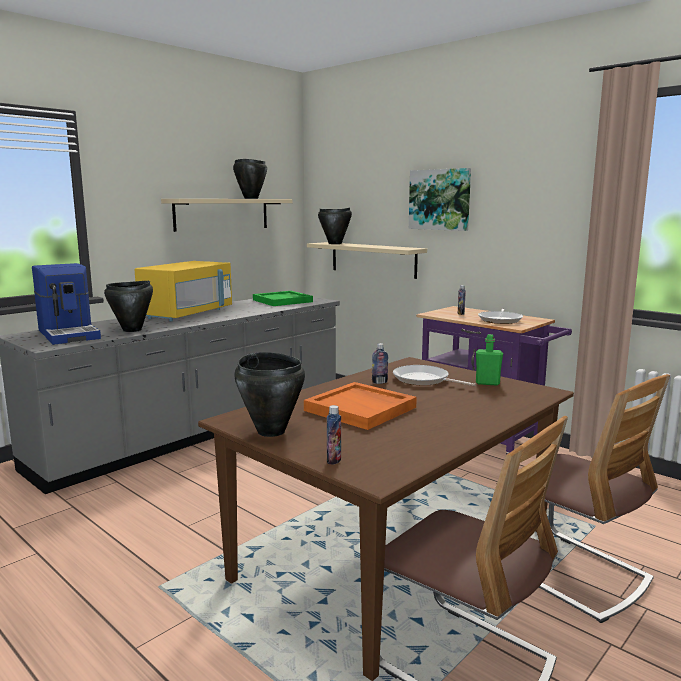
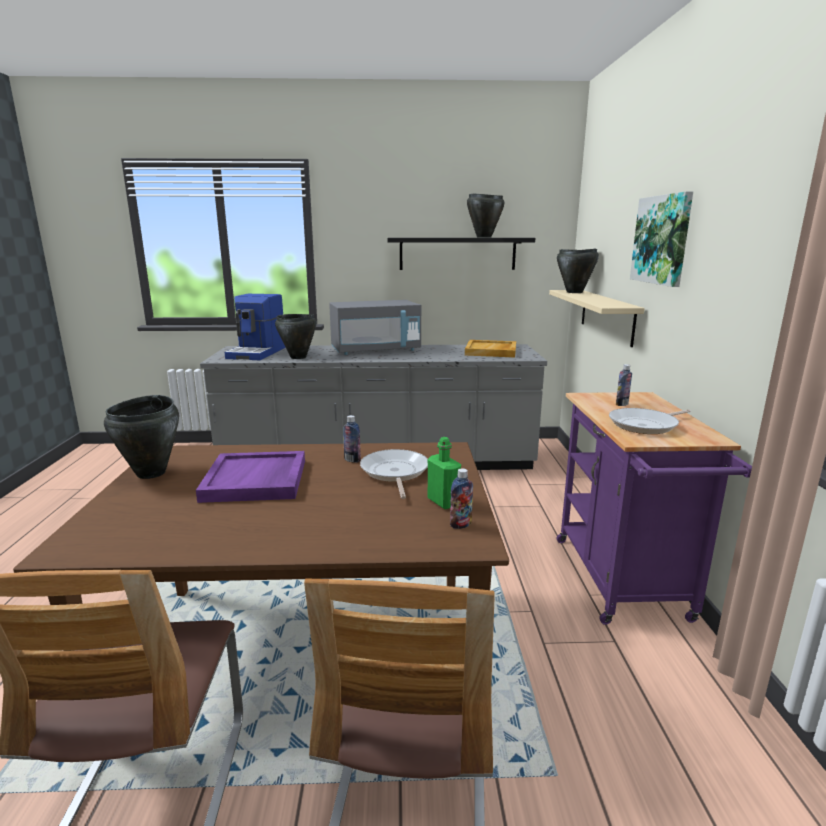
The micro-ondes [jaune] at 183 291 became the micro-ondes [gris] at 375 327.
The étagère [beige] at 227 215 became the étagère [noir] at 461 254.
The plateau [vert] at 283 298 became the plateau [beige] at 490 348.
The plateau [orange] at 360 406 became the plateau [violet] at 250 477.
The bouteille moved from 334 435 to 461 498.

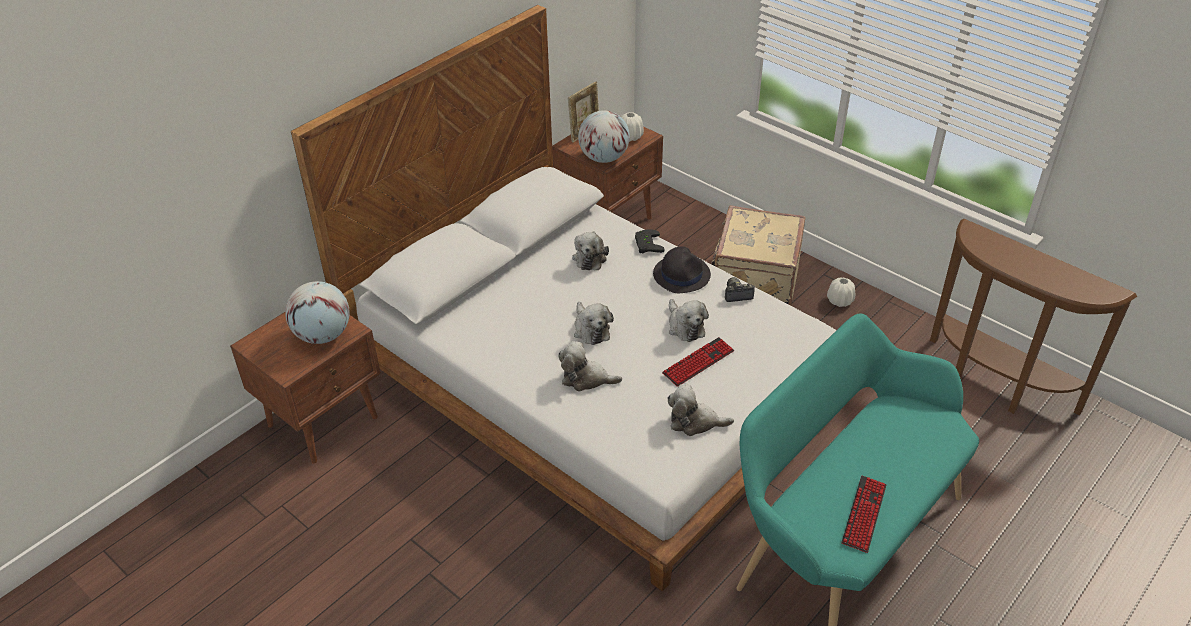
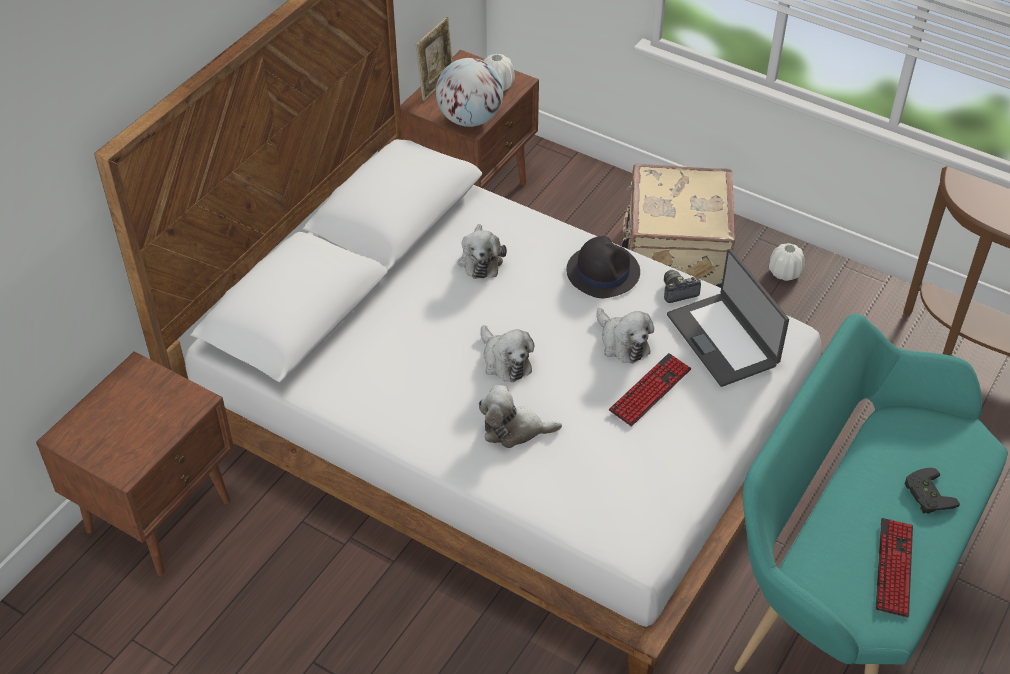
The globe at 317 312 disappeared.
The manette [noir] moved from 650 241 to 932 491.
The peluche at 700 410 disappeared.
The ordinateur portable at 728 318 appeared.

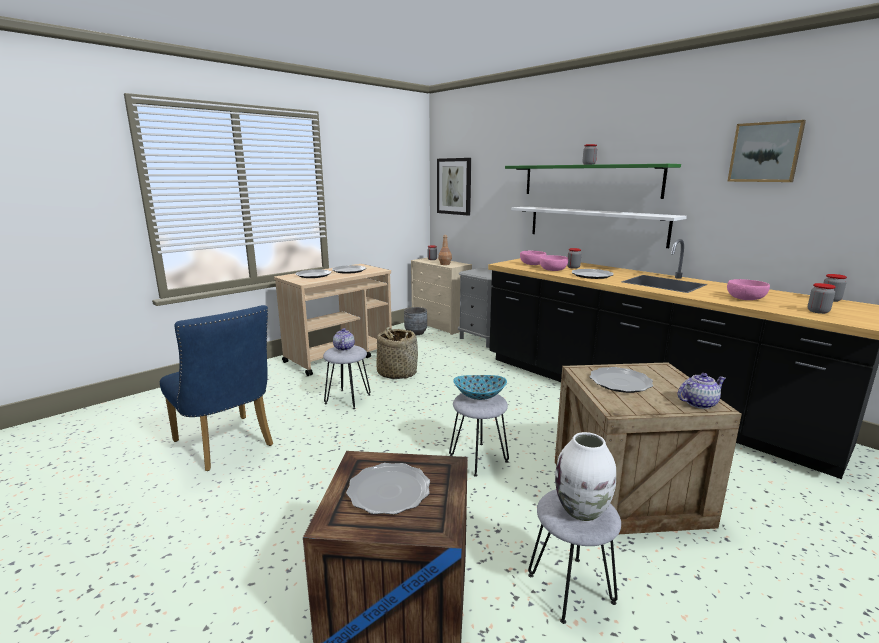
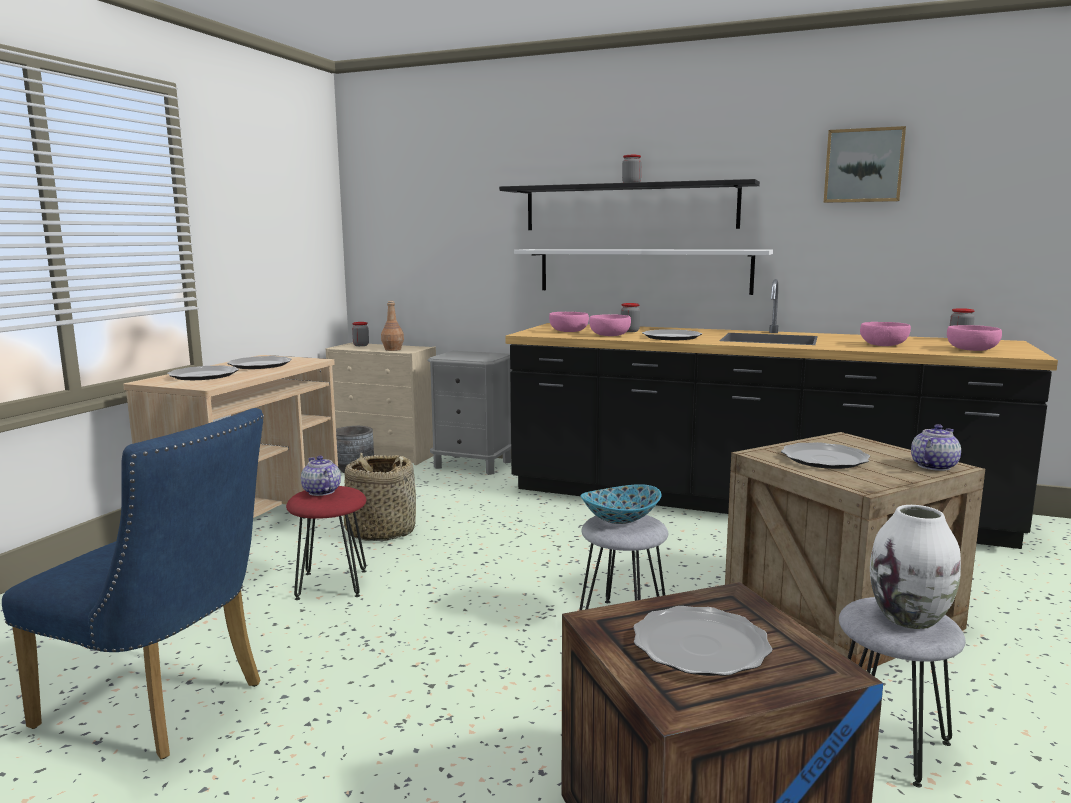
The tabouret [gris] at 347 377 became the tabouret [rouge] at 326 543.
The tableau at 454 187 disappeared.
The étagère [vert] at 593 181 became the étagère [noir] at 629 204.
The bocal at 822 298 was replaced by the bol [rose] at 974 338.

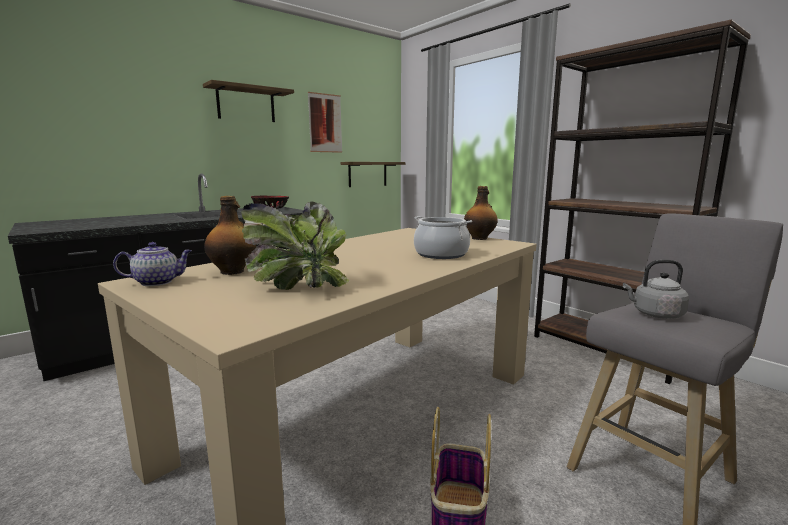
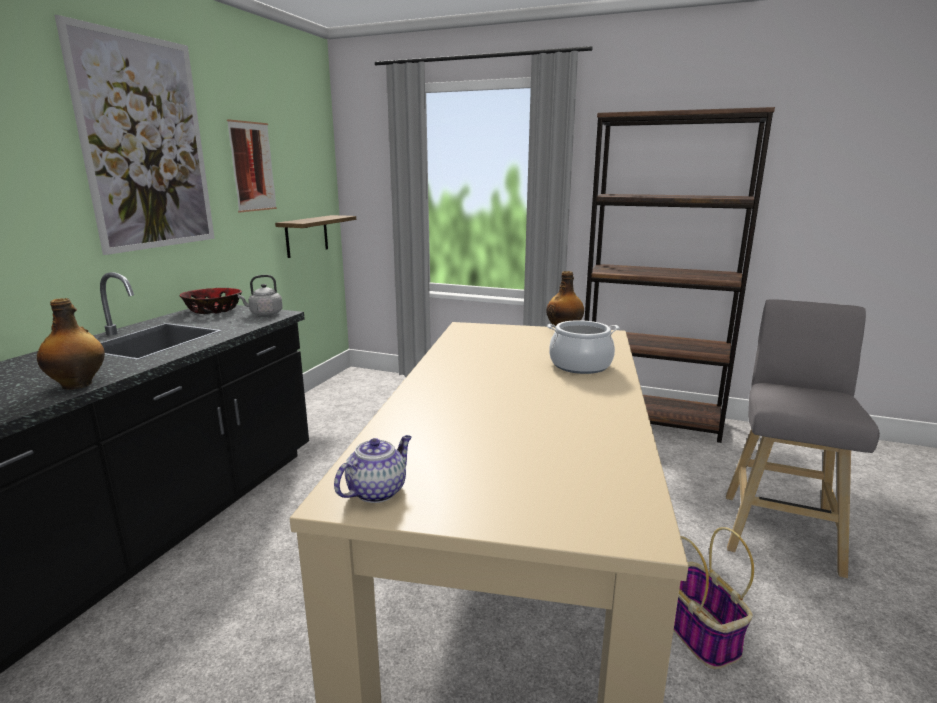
The étagère at 248 101 was replaced by the tableau at 135 135.
The bouteille moved from 230 235 to 71 344.
The plante en pot at 295 245 disappeared.
The bouilloire [gris] moved from 656 289 to 260 295.

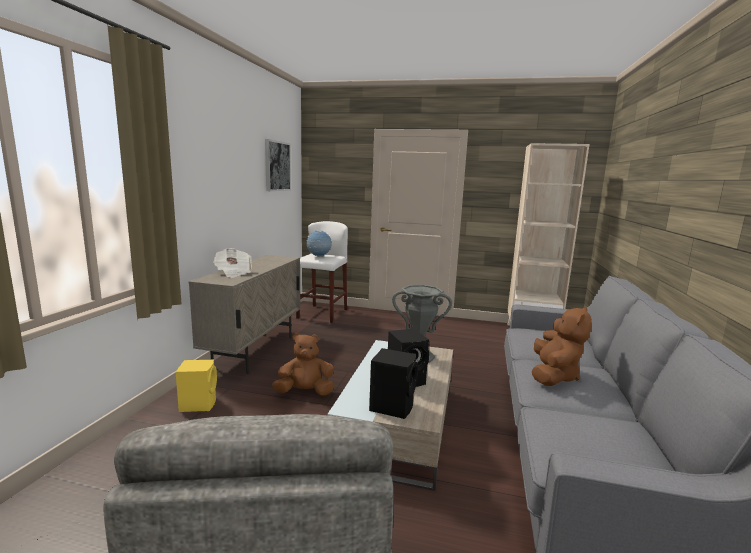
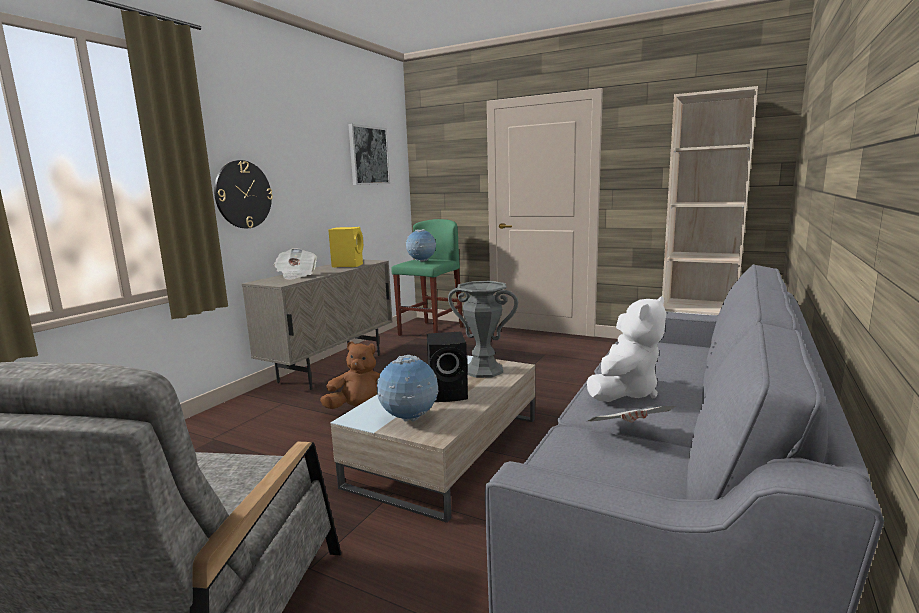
The enceinte [jaune] moved from 196 385 to 345 247.
The tabouret [blanc] at 322 272 became the tabouret [vert] at 427 277.
The enceinte [noir] at 393 383 was replaced by the globe at 408 388.
The peluche [marron] at 562 346 became the peluche [blanc] at 626 349.
The horloge murale at 243 194 appeared.
The journal at 631 414 appeared.

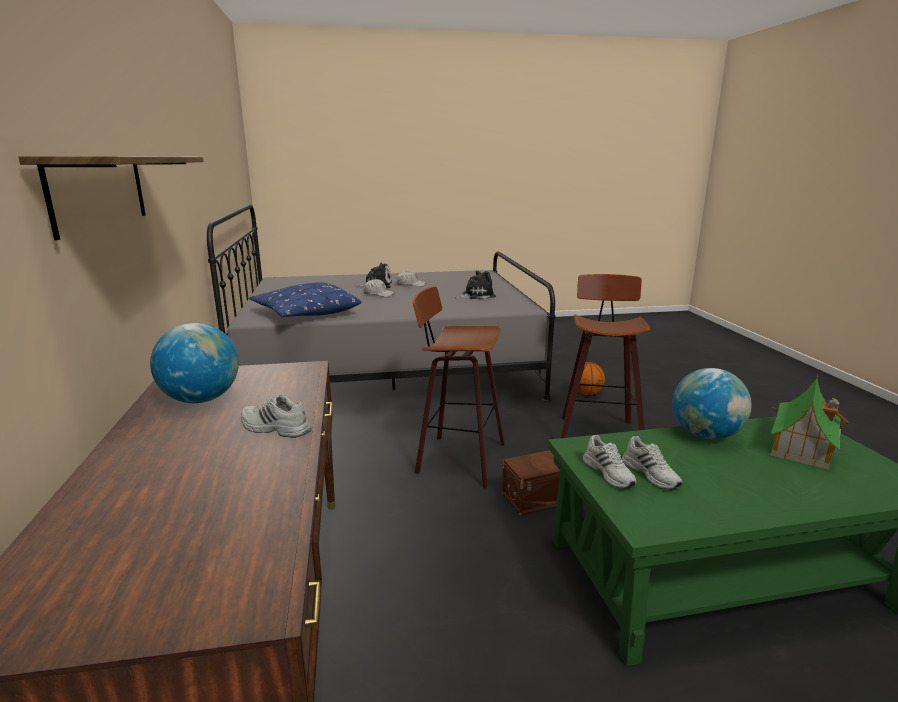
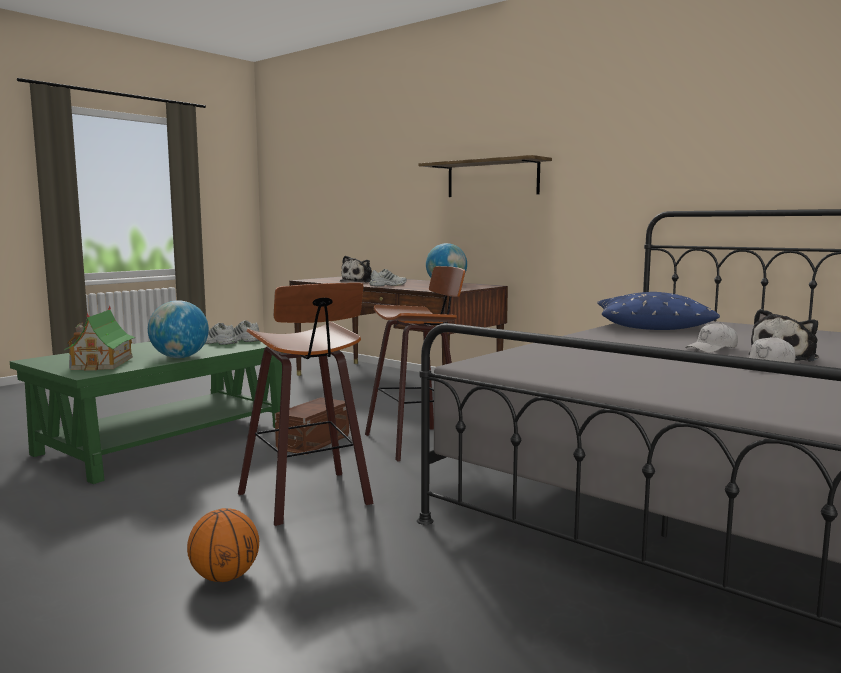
The peluche moved from 475 284 to 356 269.
The ballon de basket moved from 588 378 to 223 545.

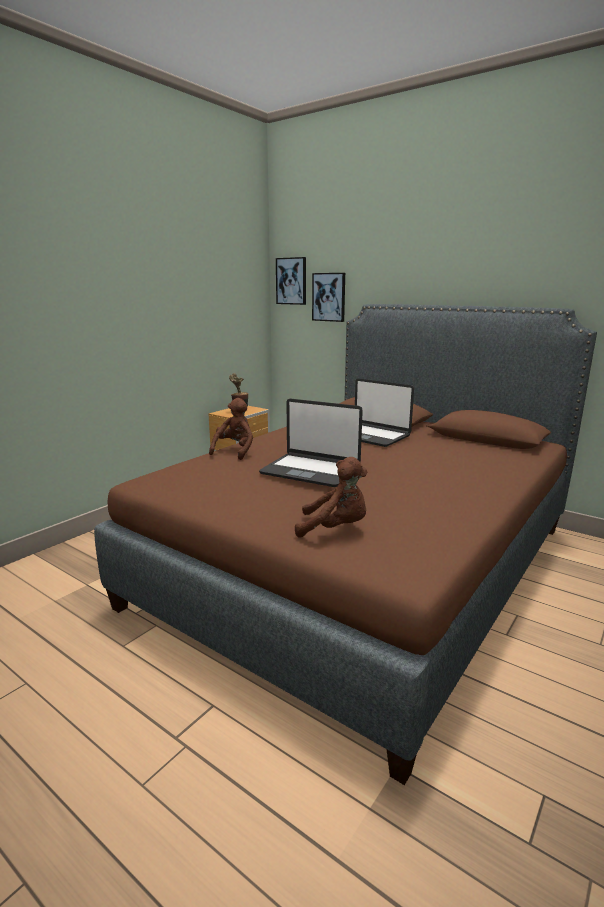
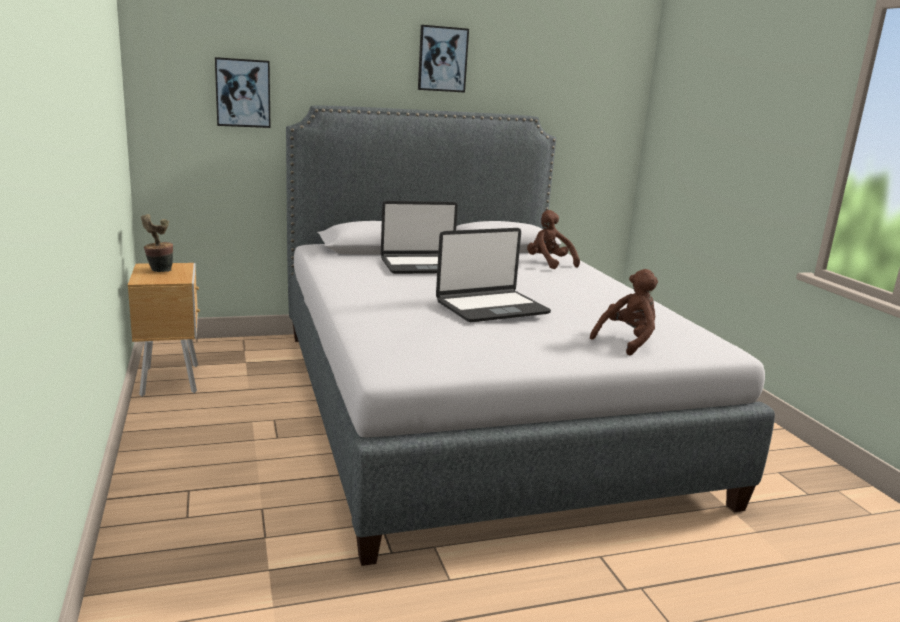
The lit [marron] at 345 544 became the lit [gris] at 530 335.
The peluche [marron] moved from 231 429 to 553 239.
The tableau moved from 291 281 to 443 58.

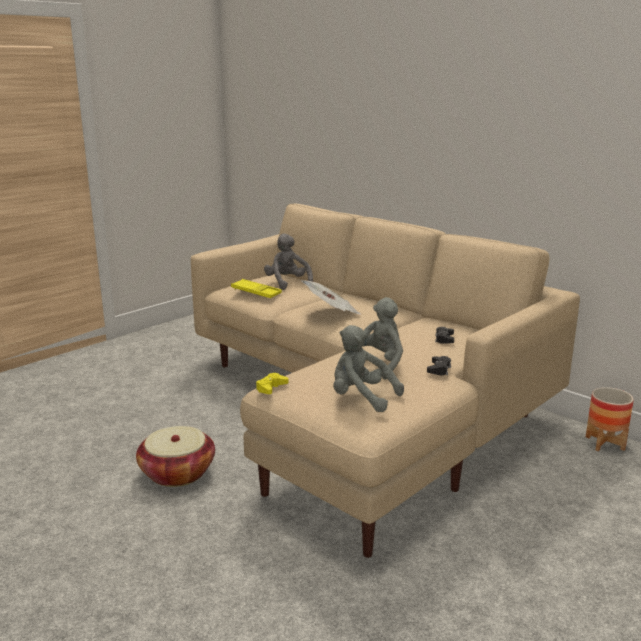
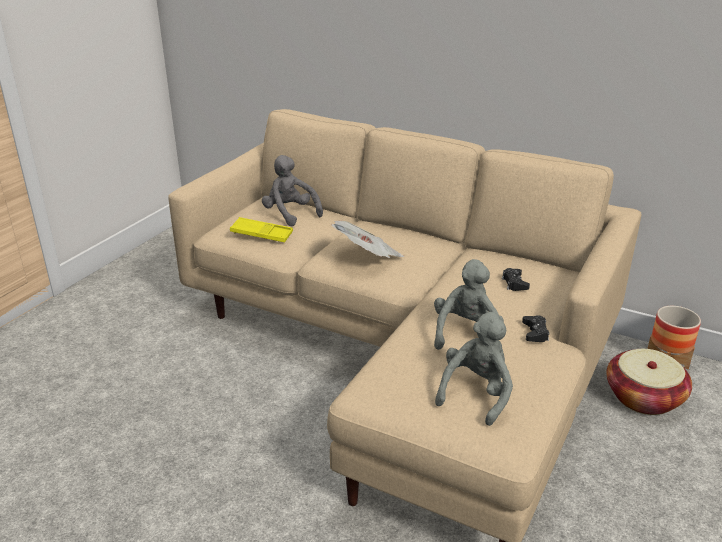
The panier moved from 175 456 to 649 382.
The manette [jaune] at 272 383 disappeared.
The peluche [gris] at 368 368 turned 105 degrees clockwise.

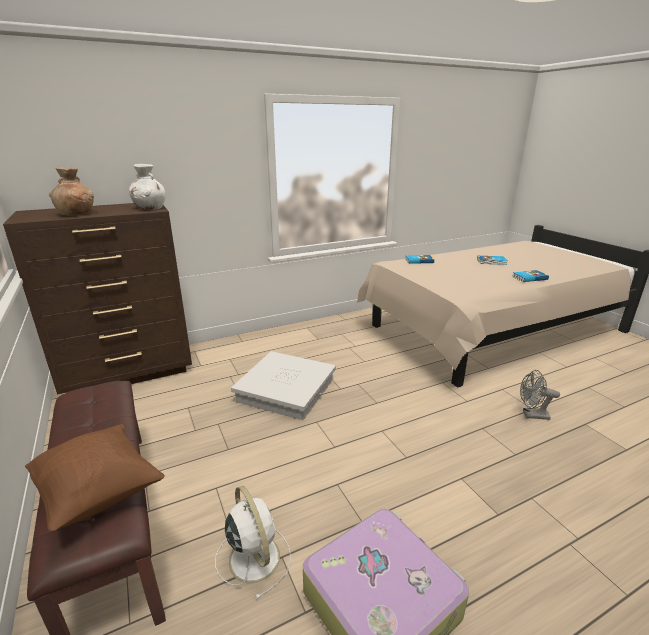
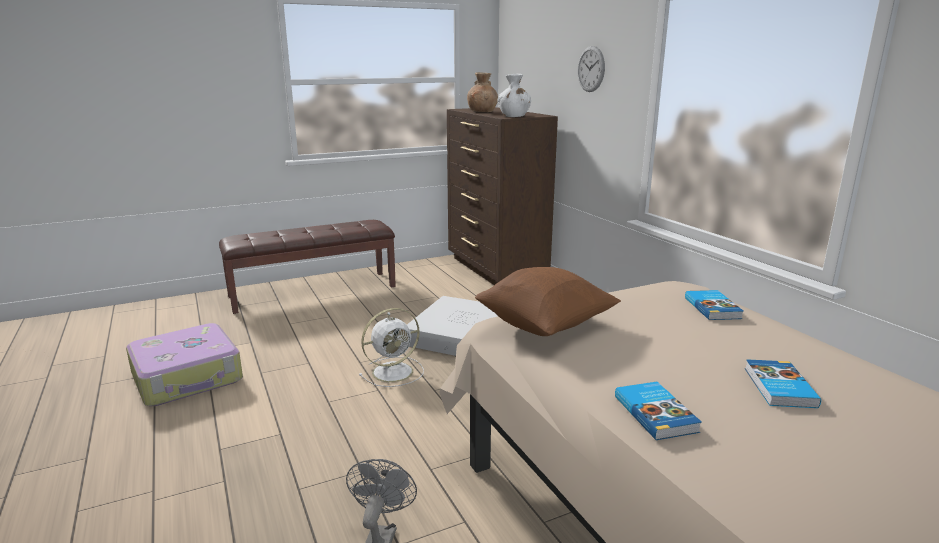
The coussin [marron] moved from 95 478 to 548 301.
The ventilateur [blanc] moved from 253 543 to 391 347.
The horloge murale at 591 69 appeared.

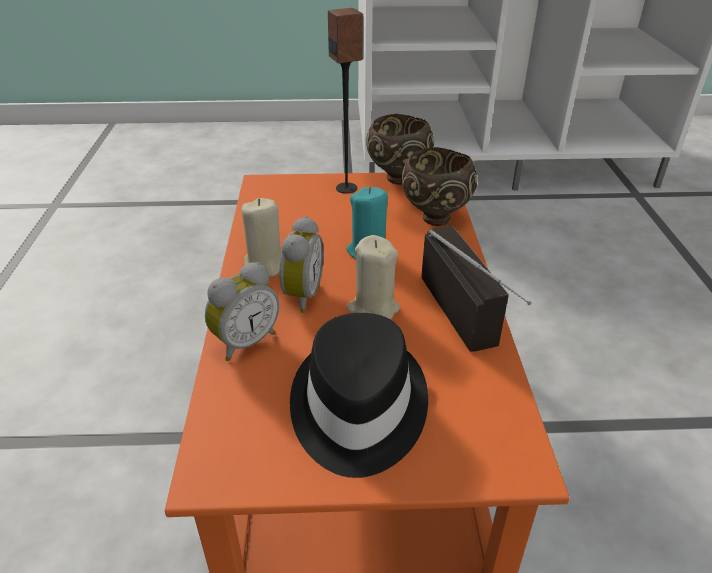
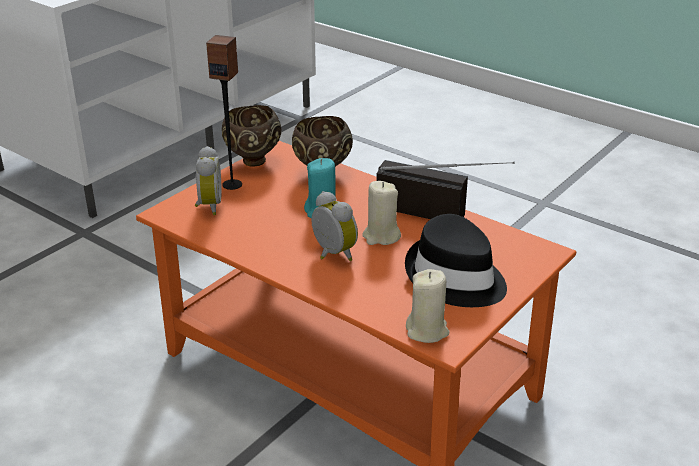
The réveil moved from 242 311 to 208 180.
The bougie [beige] moved from 261 237 to 428 306.

